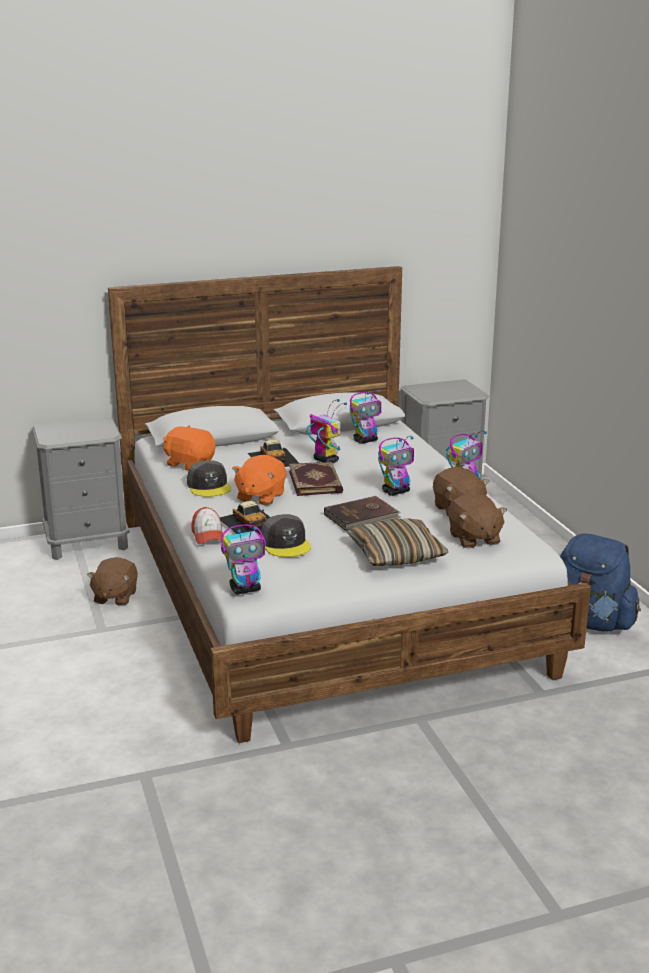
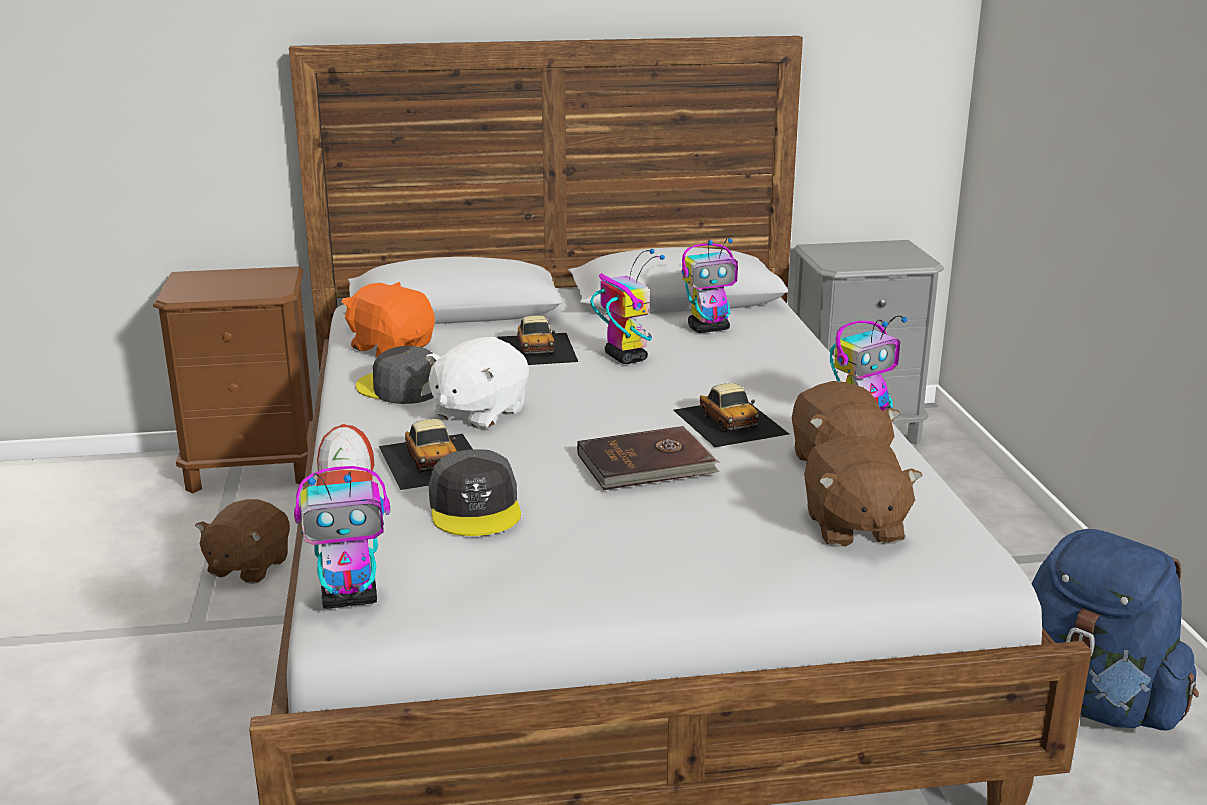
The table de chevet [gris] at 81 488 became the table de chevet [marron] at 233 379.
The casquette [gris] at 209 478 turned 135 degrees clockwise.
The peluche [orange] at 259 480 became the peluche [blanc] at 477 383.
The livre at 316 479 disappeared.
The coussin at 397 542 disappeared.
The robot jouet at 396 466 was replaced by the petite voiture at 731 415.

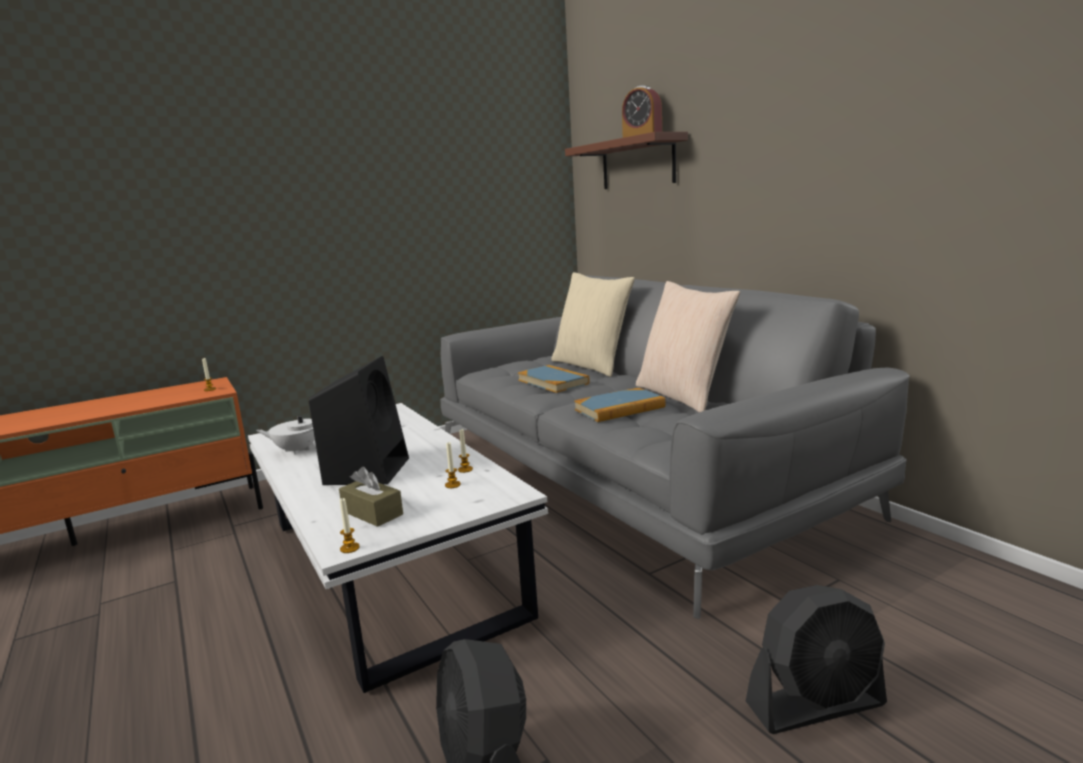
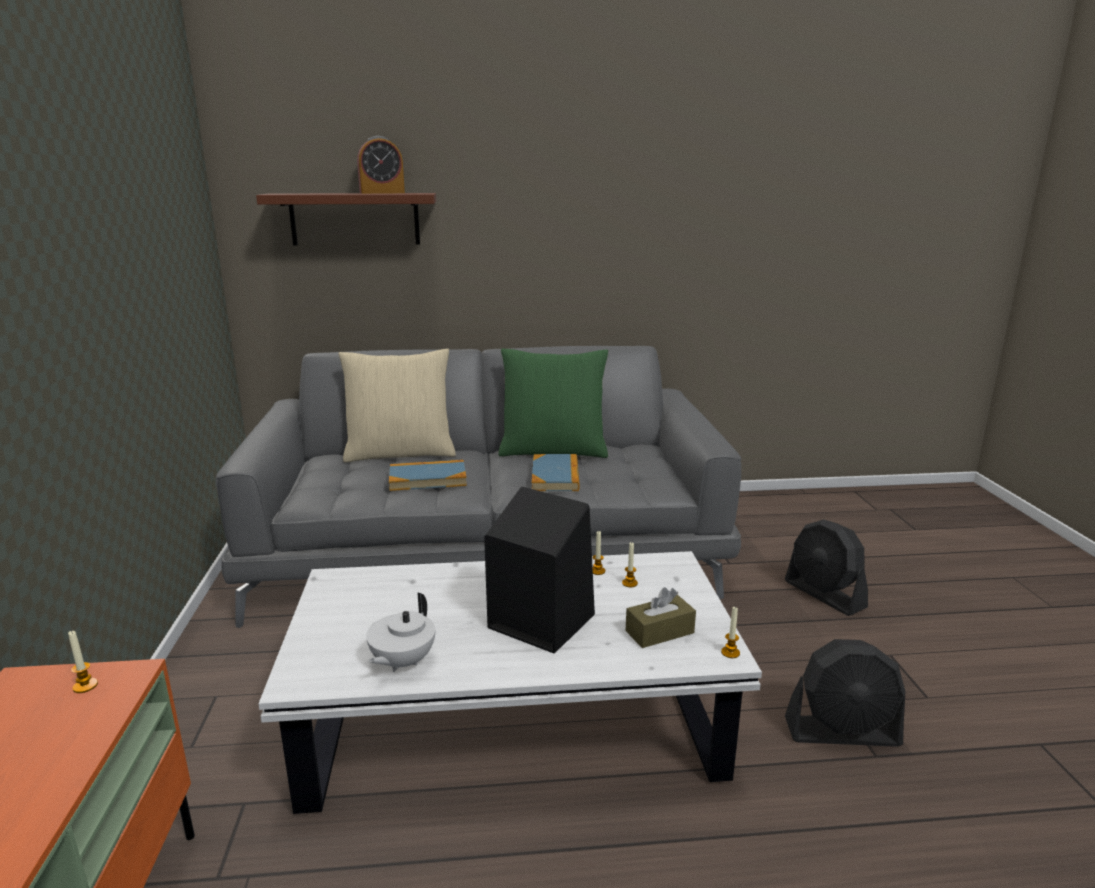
The coussin [beige] at 688 346 became the coussin [vert] at 553 403.
The ventilateur [noir] at 816 659 turned 135 degrees clockwise.

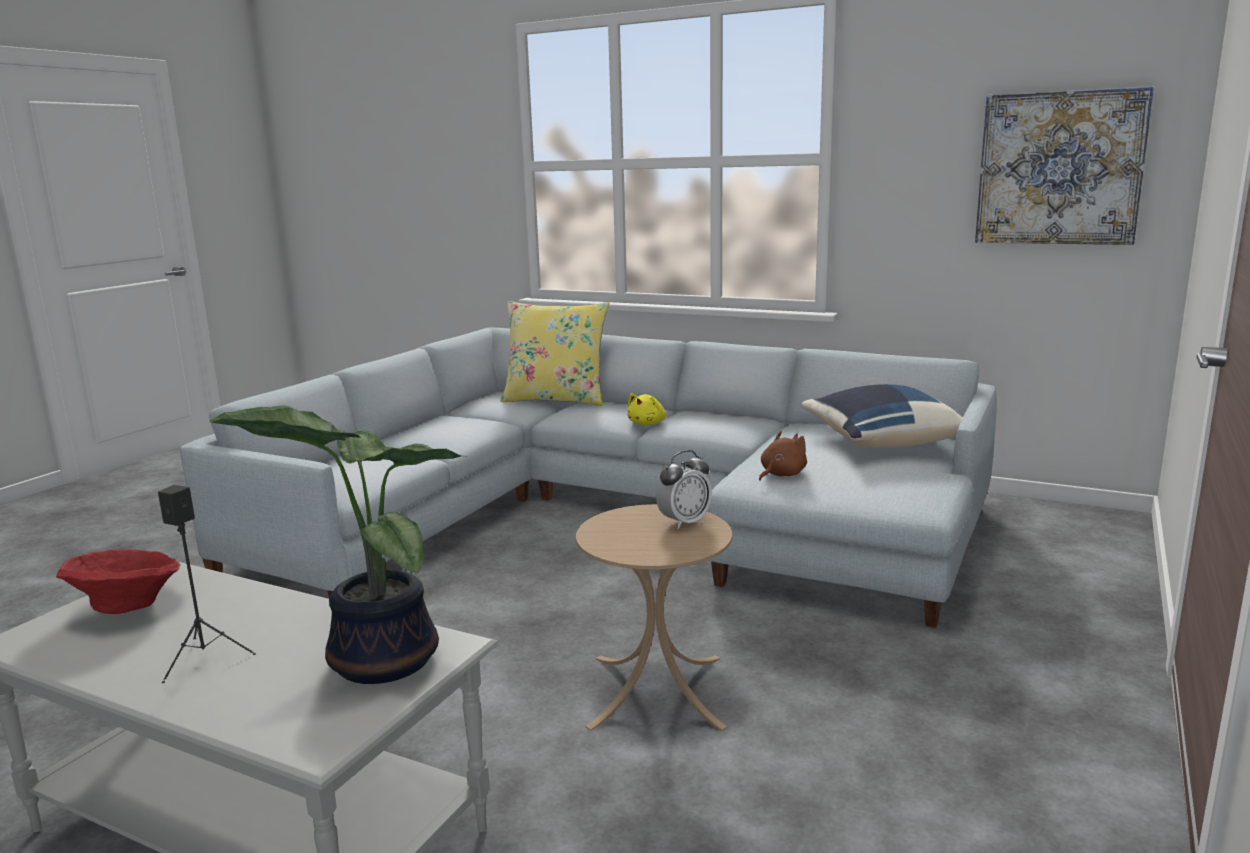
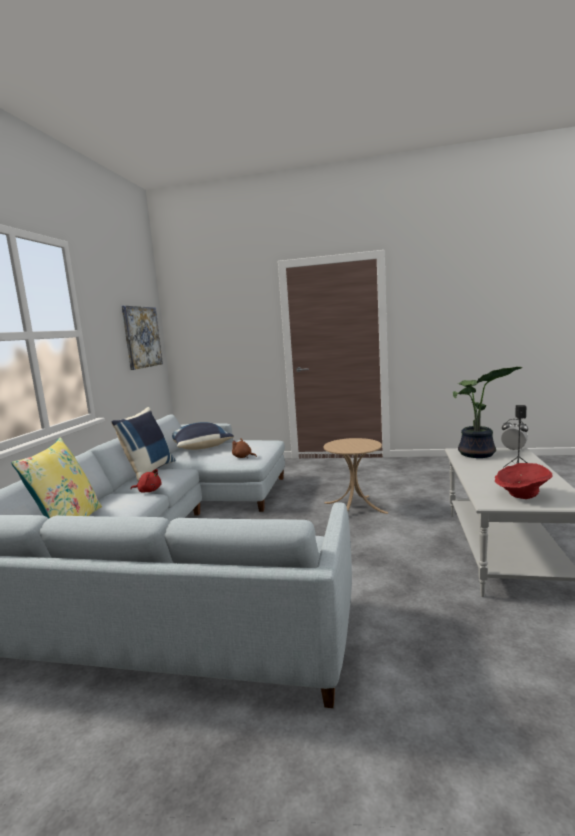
The peluche [jaune] at 646 409 became the peluche [rouge] at 146 480.
The réveil moved from 684 489 to 514 435.
The coussin [bleu] at 143 444 appeared.

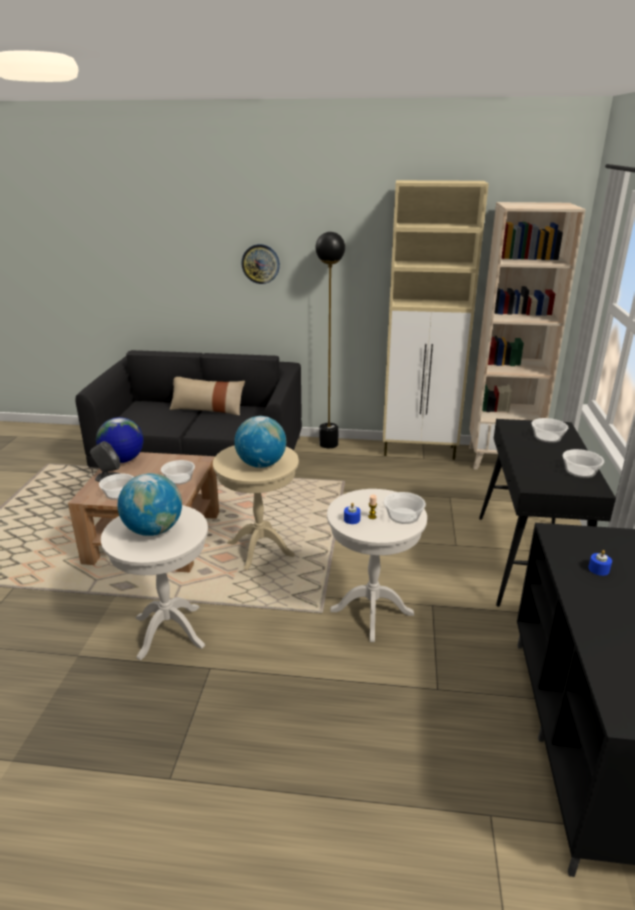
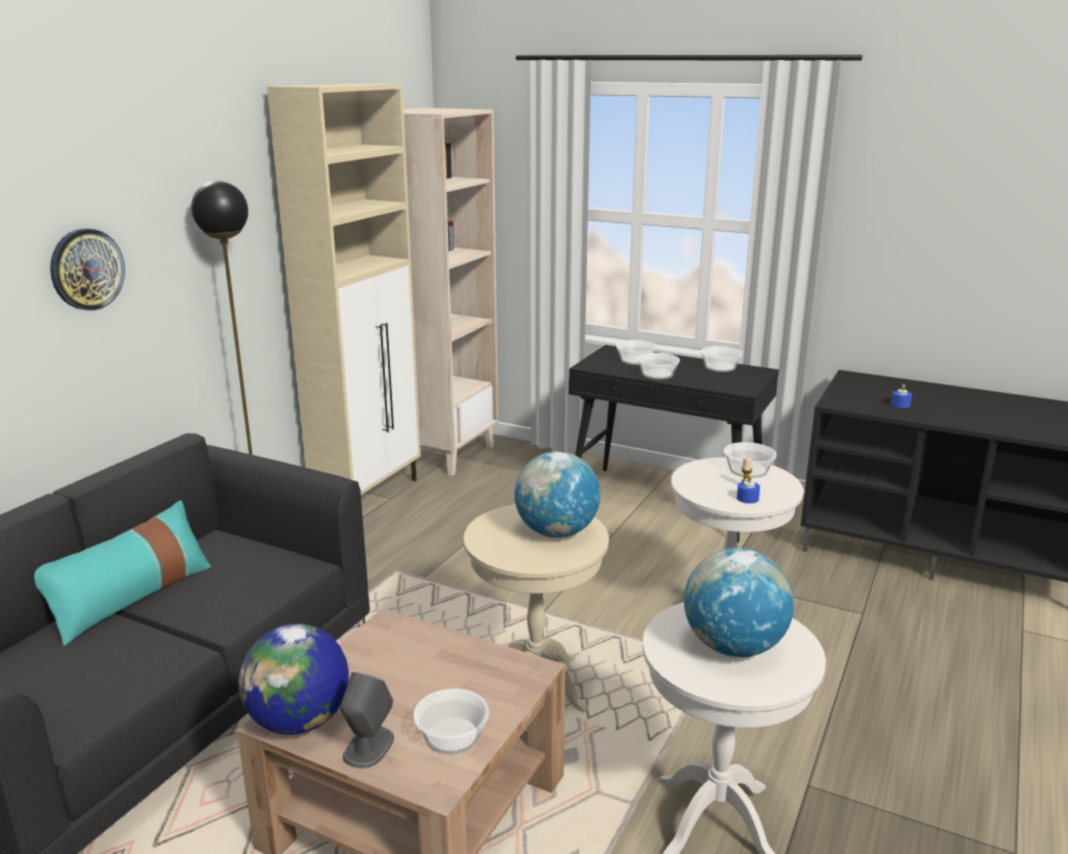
The bol moved from 178 472 to 658 366.
The coussin [beige] at 207 396 became the coussin [turquoise] at 122 573.

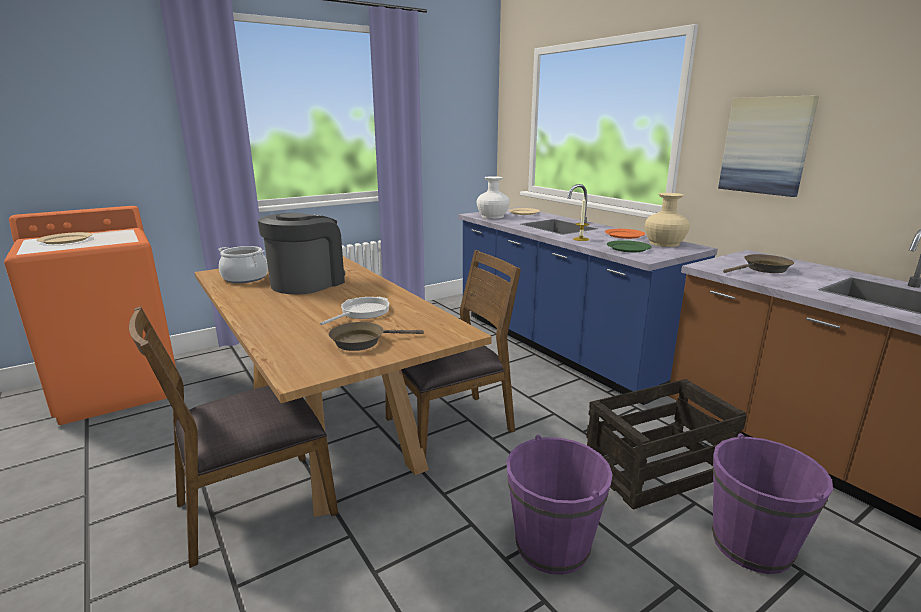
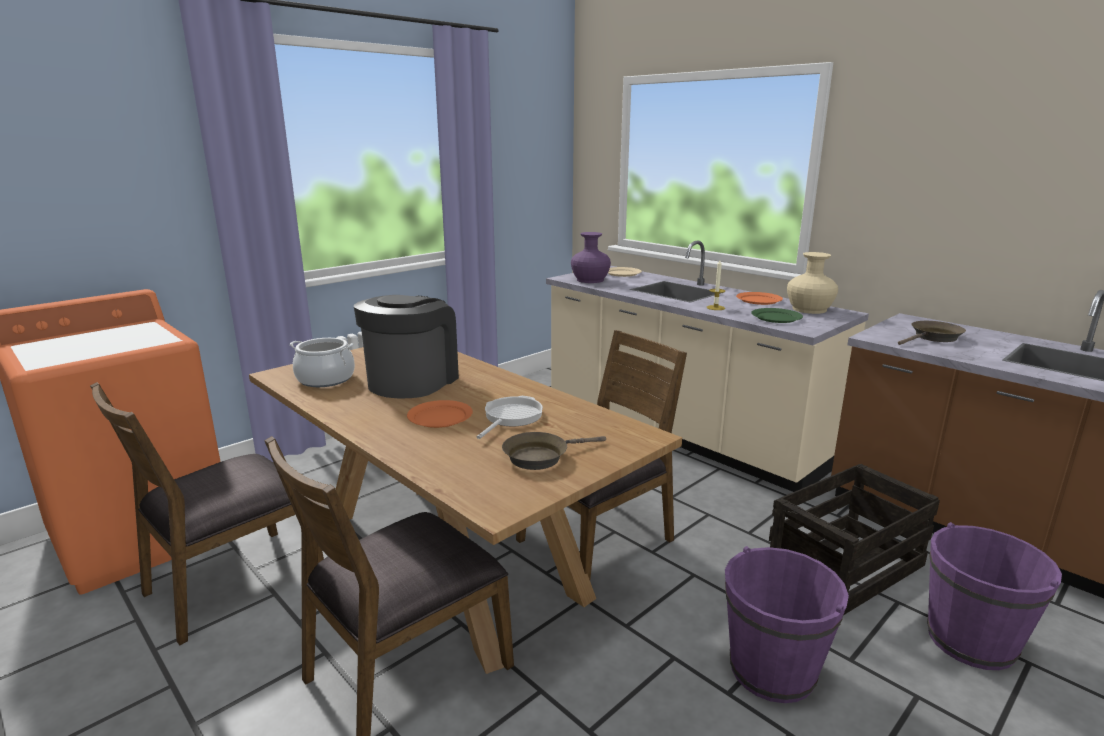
The assiette [beige] at 64 238 disappeared.
The comptoir de cuisine [bleu] at 588 294 became the comptoir de cuisine [beige] at 707 366.
The vase [blanc] at 493 197 became the vase [violet] at 591 257.
The tableau at 768 146 disappeared.
The chaise [marron] at 207 513 appeared.
The assiette [orange] at 440 414 appeared.

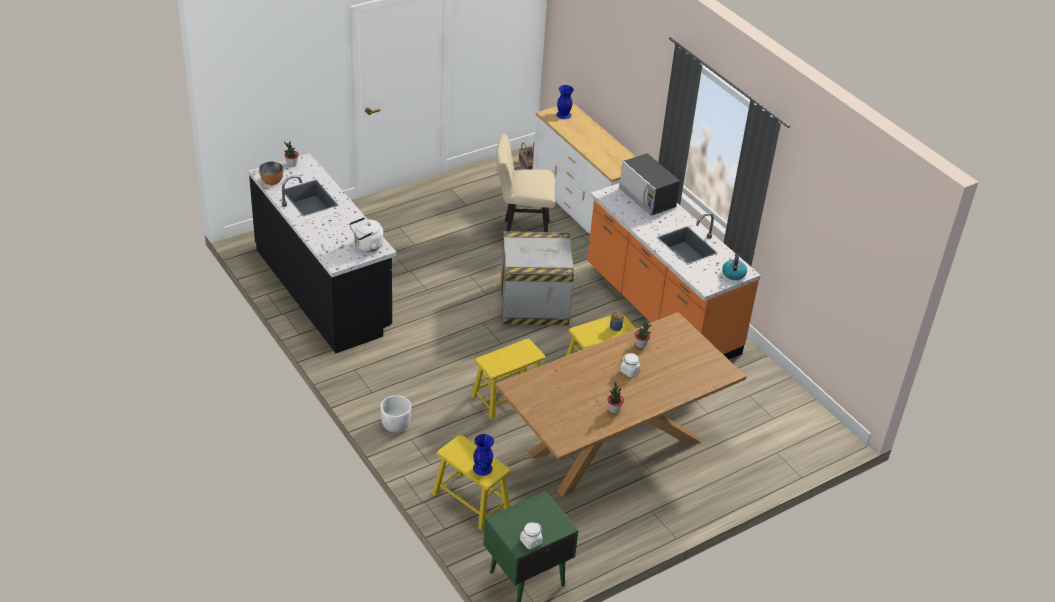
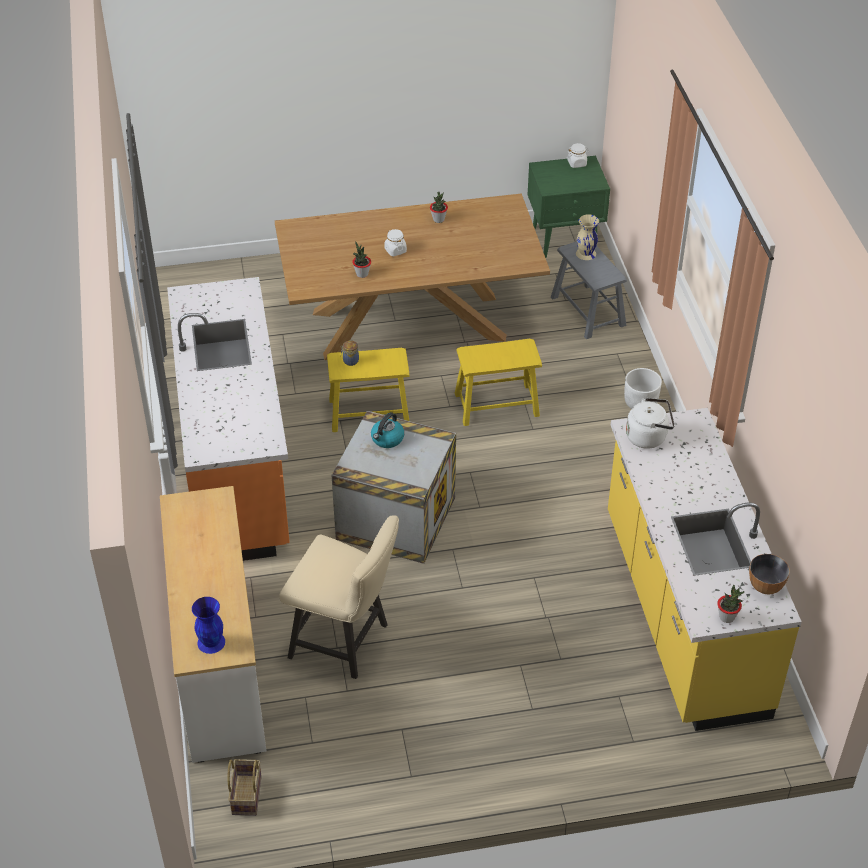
The comptoir de cuisine [noir] at 322 253 became the comptoir de cuisine [jaune] at 705 569.
The tabouret [jaune] at 471 482 became the tabouret [gris] at 589 290.
The vase [bleu] at 483 455 became the vase [beige] at 587 237.
The micro-ondes at 649 184 disappeared.
The bouilloire moved from 734 266 to 387 430.

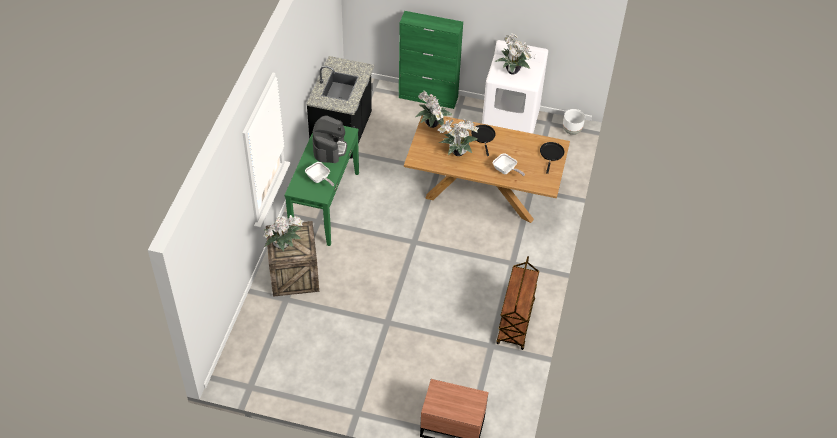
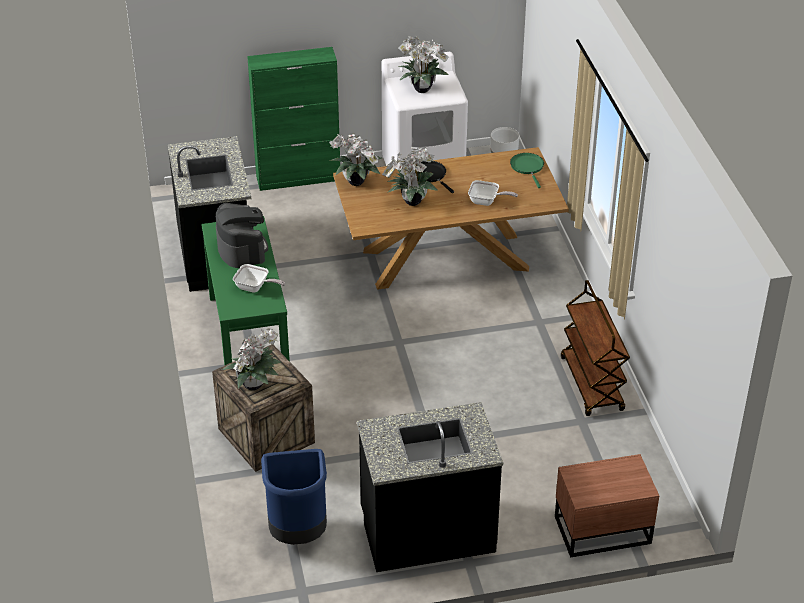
The poêle [noir] at 552 158 became the poêle [vert] at 527 170.
The poubelle [bleu] at 294 497 appeared.
The comptoir de cuisine [noir] at 430 487 appeared.

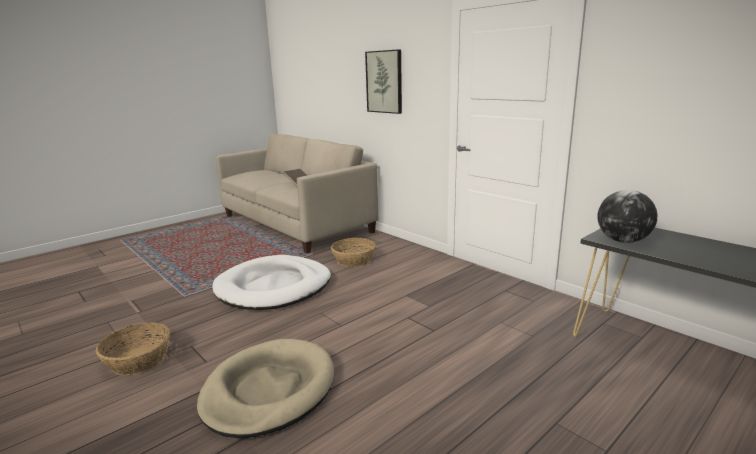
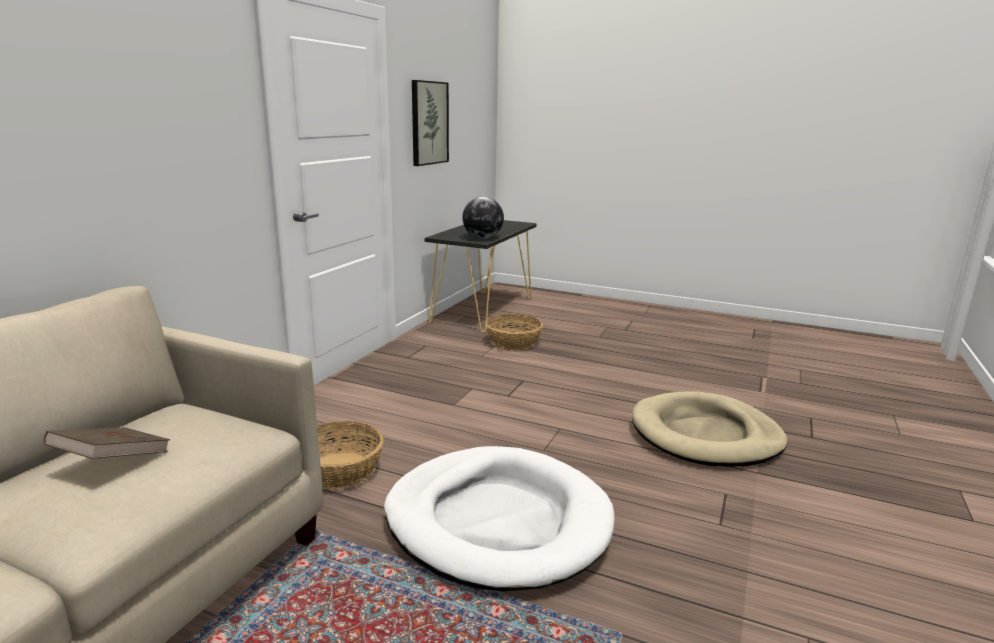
The panier moved from 133 348 to 514 332.
The tableau moved from 383 81 to 430 123.

